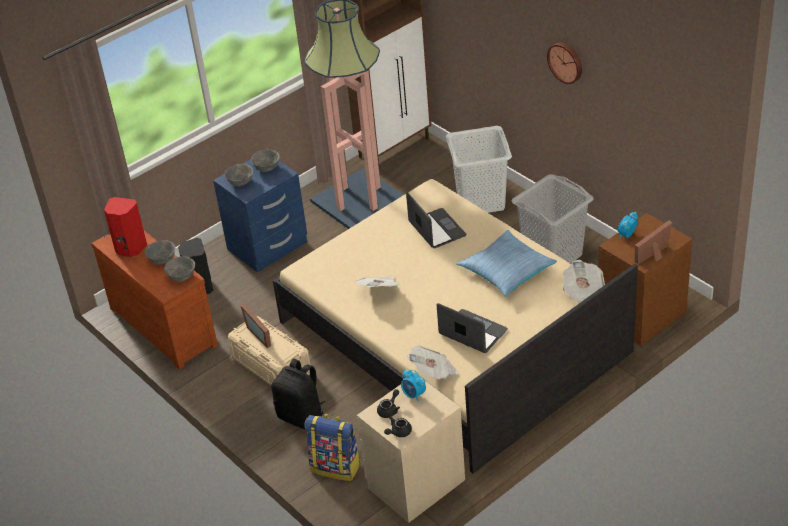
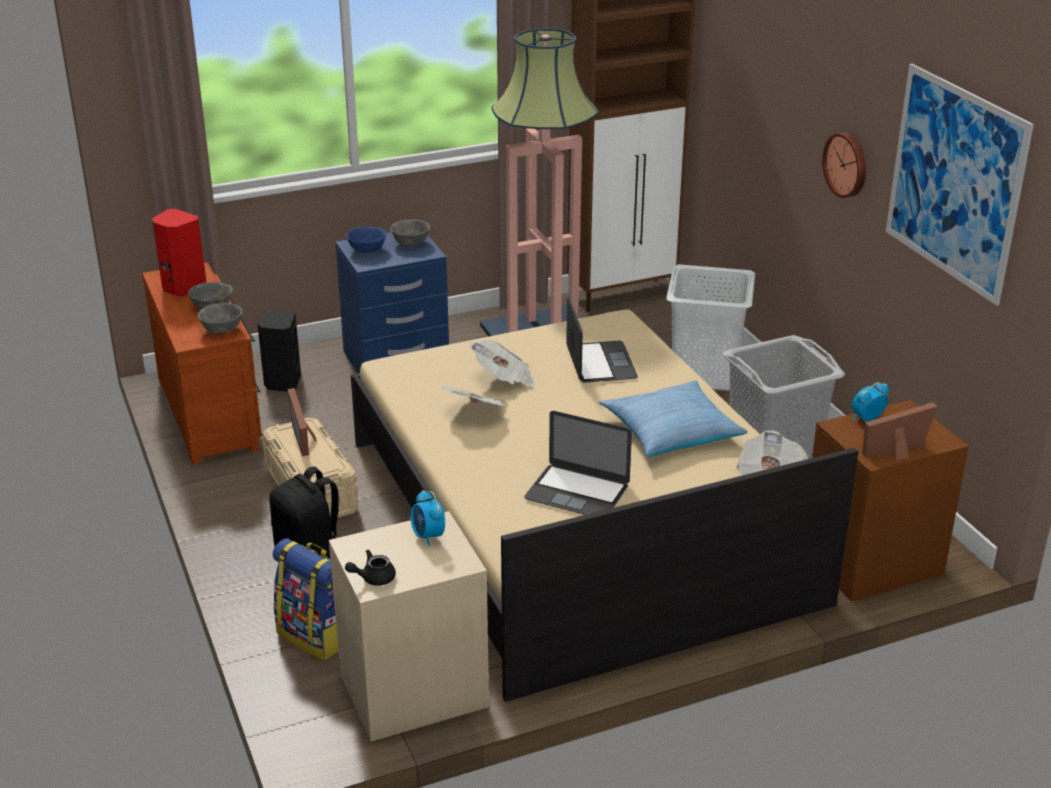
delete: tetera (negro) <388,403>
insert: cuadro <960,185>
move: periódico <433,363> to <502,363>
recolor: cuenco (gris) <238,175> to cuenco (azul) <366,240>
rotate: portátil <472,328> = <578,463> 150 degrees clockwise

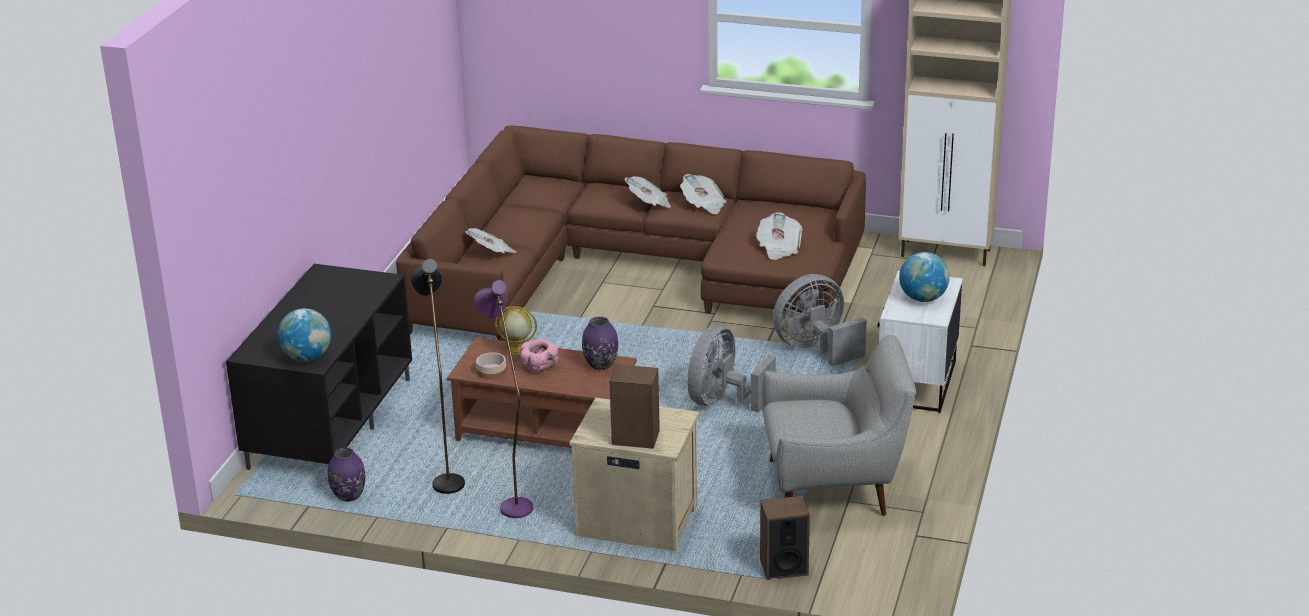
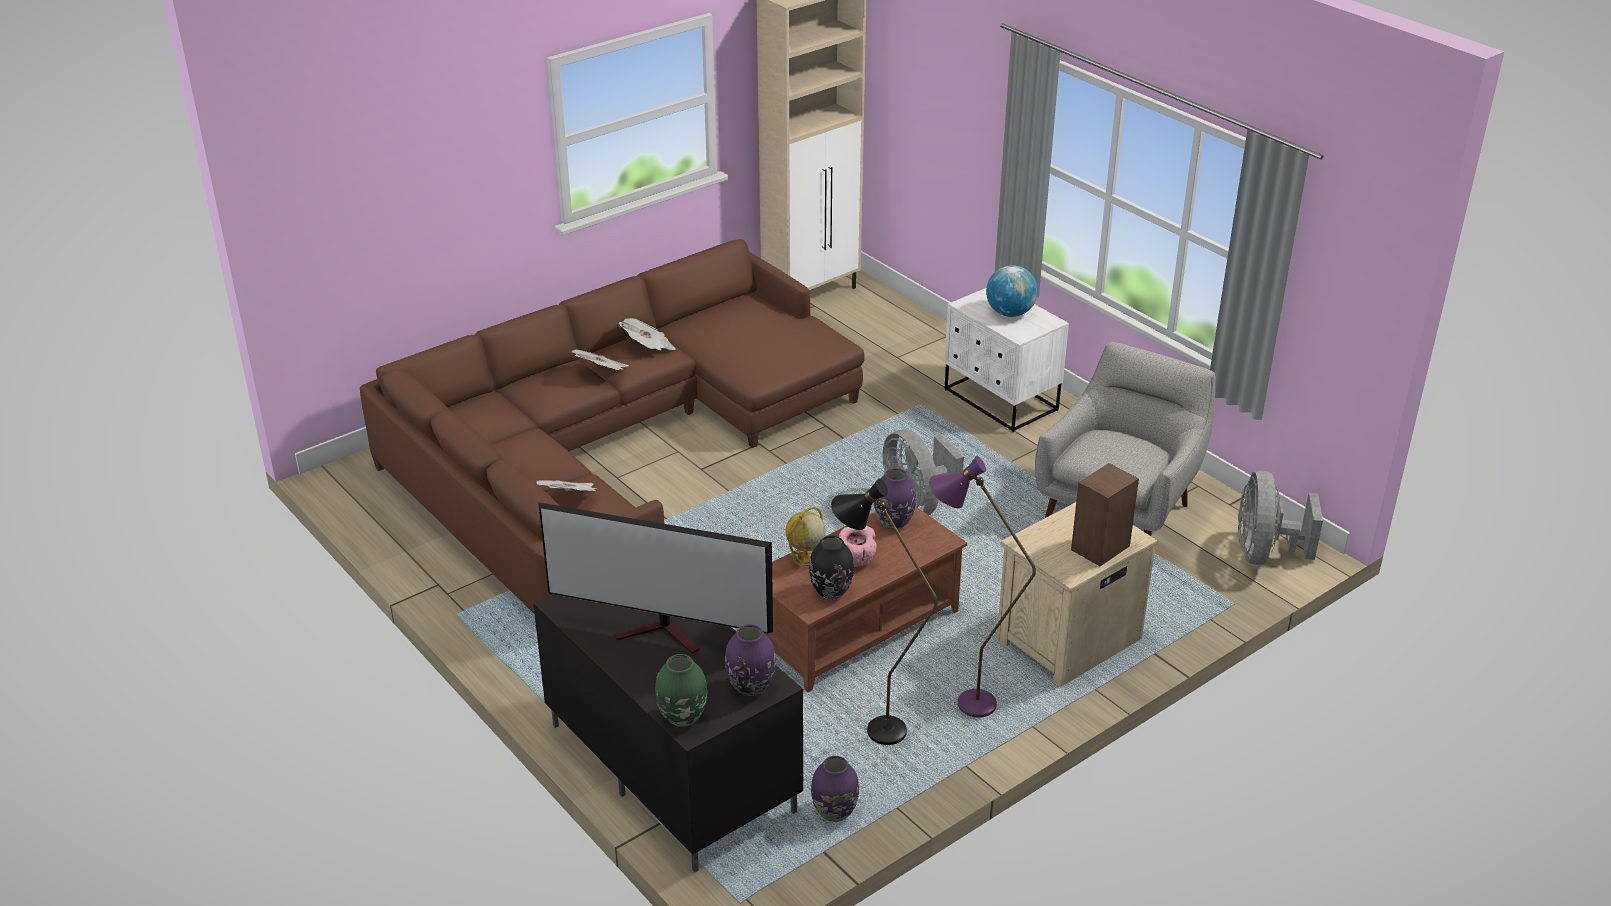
delete: periódico <779,236>; altavoz <785,538>
insert: televisor <655,578>; florero (verde) <681,690>
move: ventilador (gris) <820,320> to <1280,518>
replace: globo terráqueo <304,335> to florero (morado) <750,660>; cuenco <491,366> to florero (negro) <831,567>

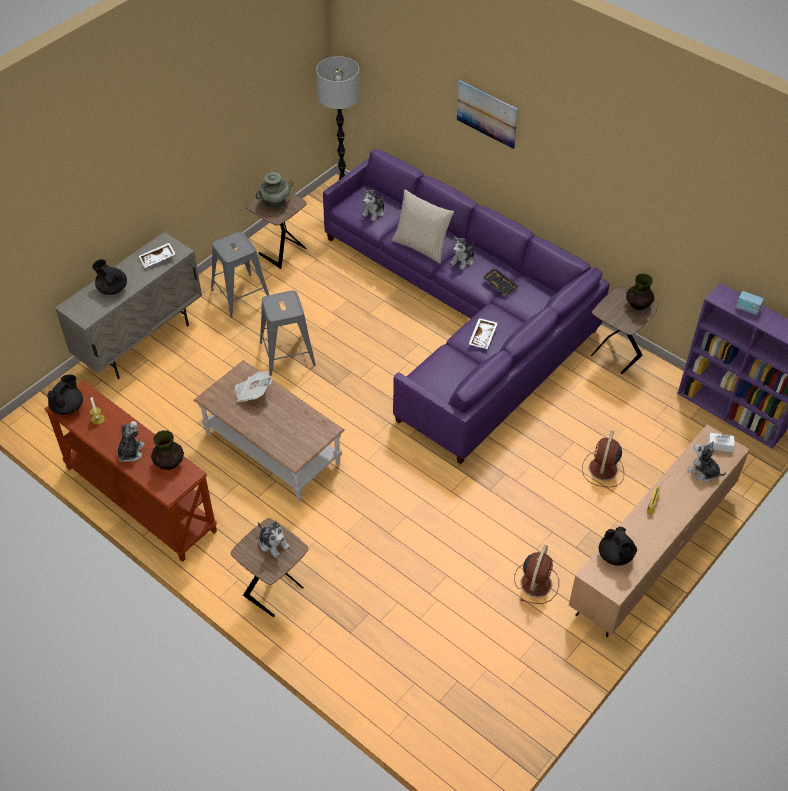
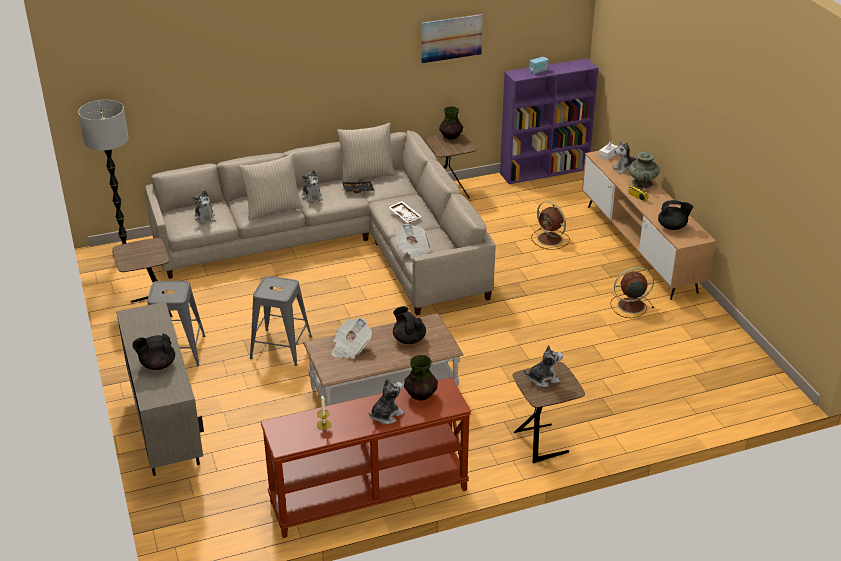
delete: bandeja (blanco) <157,255>
insert: cojín (beis) <366,152>; periódico <413,241>
move: tetera (negro) <65,394> to <409,325>; florero (turquesa) <274,190> to <644,170>; cuadro <487,114> to <452,38>
recolor: sofá (morado) <466,306> to sofá (beis) <320,223>
rotate: peluche <131,441> = <386,401> 90 degrees clockwise; ventilador (marrón) <536,574> = <632,292> 60 degrees counterclockwise

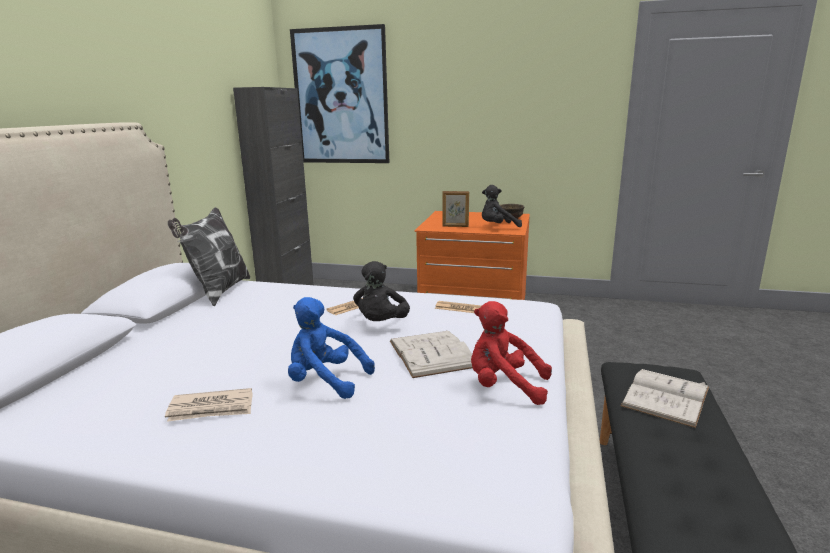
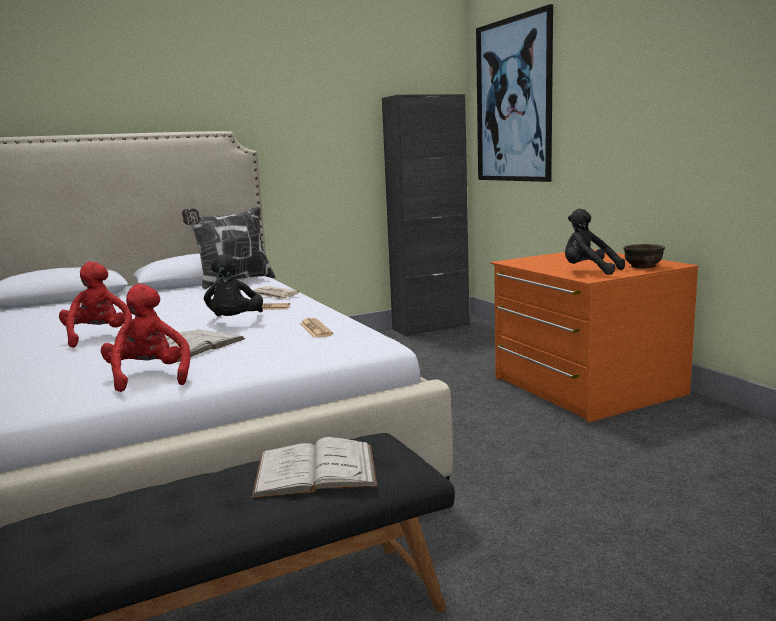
delete: portarretratos <455,209>
move: periódico <209,405> to <276,293>
recolor: peluche (azul) <331,348> to peluche (rojo) <95,304>
rotate: peluche (negro) <381,291> = <233,285> 60 degrees counterclockwise

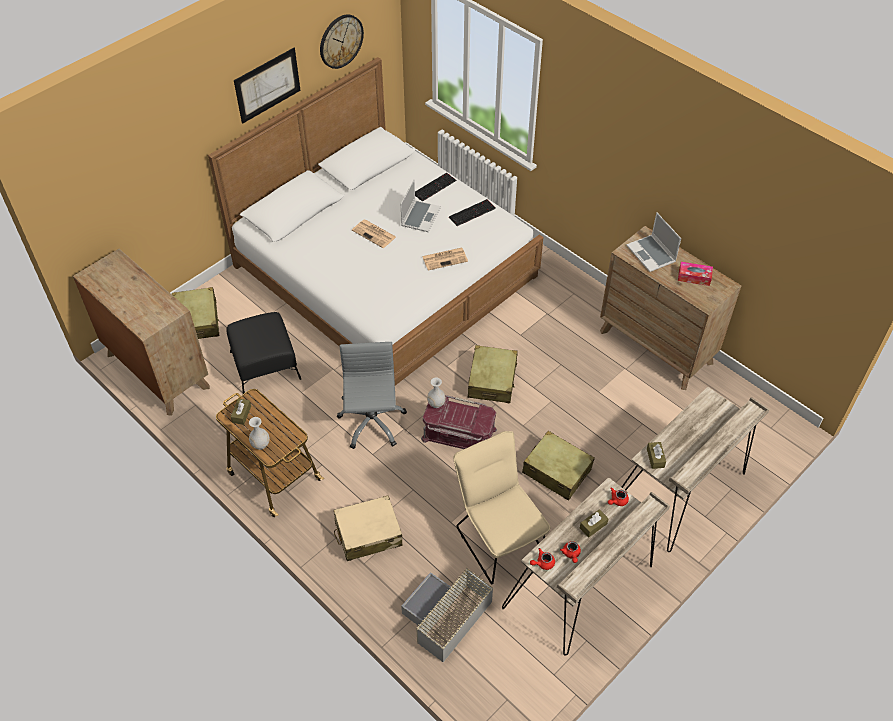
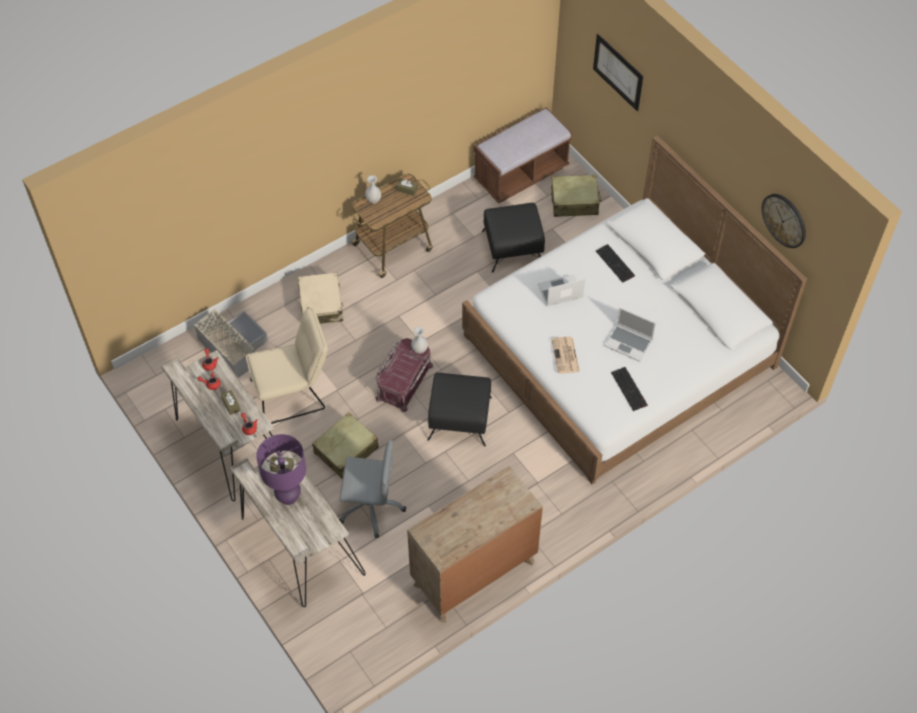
delete: periódico <374,233>; caja de pañuelos <695,274>
insert: lámpara de mesa (morado) <281,469>
move: cuadro <267,86> to <618,72>; silla de oficina (gris) <372,395> to <372,489>; teclado <435,187> to <615,263>; portátil <653,242> to <561,290>
replace: cómoda (marrón) <141,332> to banco (marrón) <522,155>; maleta (beis) <493,374> to puf (negro) <459,409>

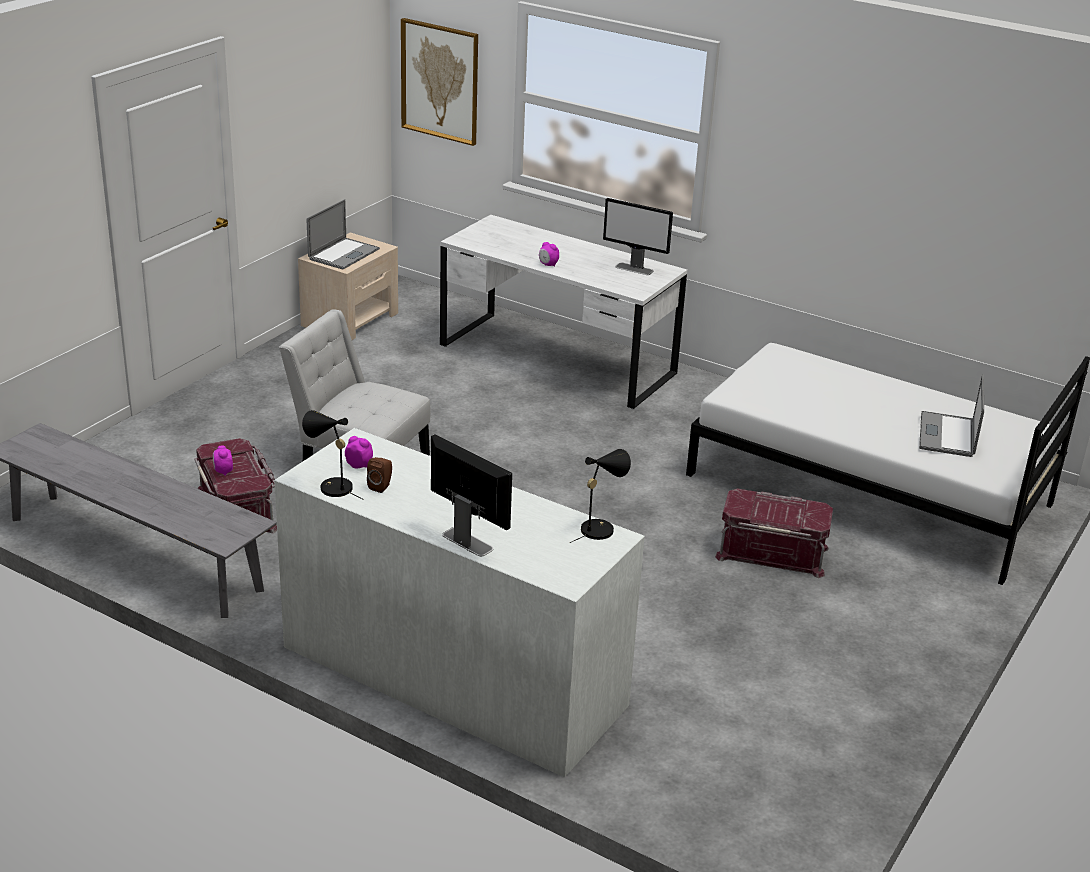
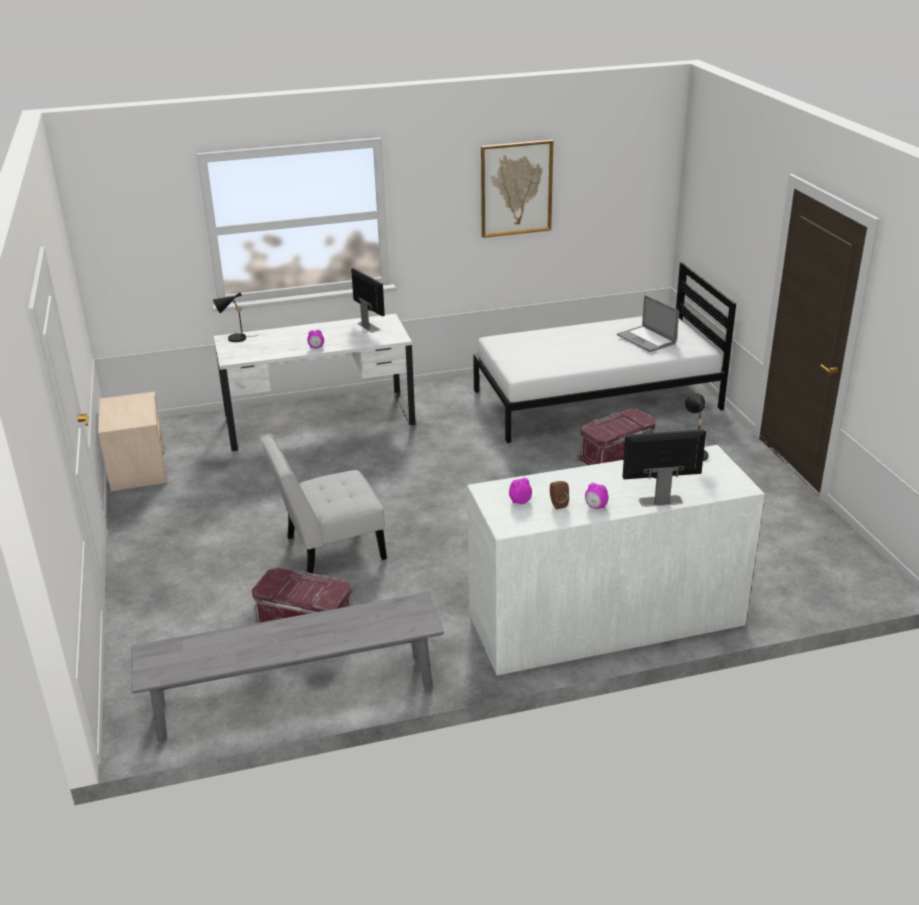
delete: portátil <343,234>
move: despertador <223,460> to <597,496>; lámpara de mesa (negro) <333,455> to <232,317>; cuadro <439,82> to <517,189>
rotate: monitor <638,236> = <368,300> 105 degrees counterclockwise

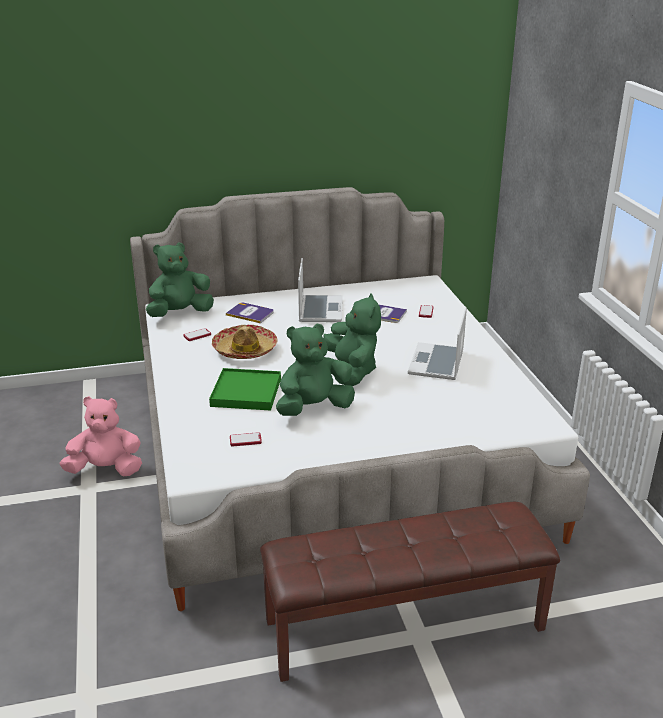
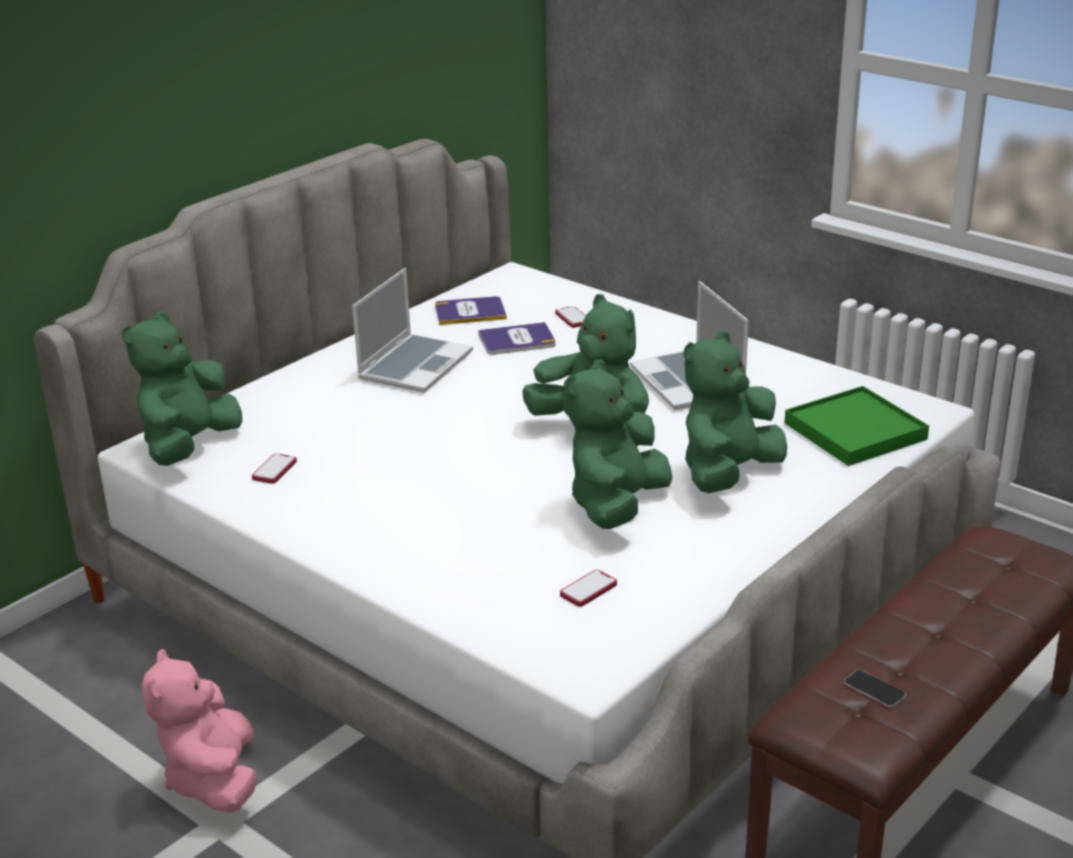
delete: sombrero <245,342>
insert: peluche (verde) <735,412>; móvil <875,688>
move: bandeja (verde) <245,389> to <856,426>; libro <250,313> to <471,310>
rotate: peluche (rosa) <101,436> = <199,731> 60 degrees counterclockwise; portátil <320,290> = <412,330> 60 degrees clockwise

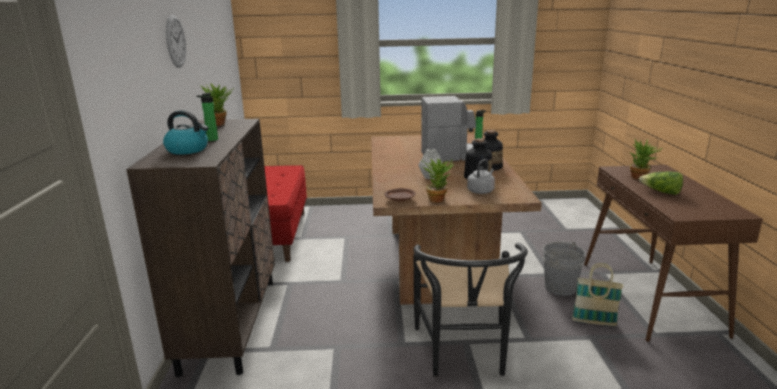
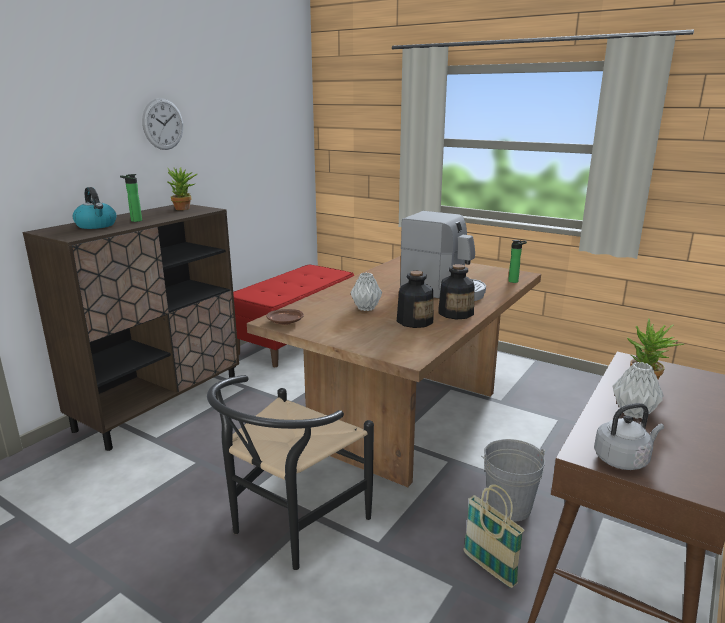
delete: planta en maceta <437,180>
move: hervidor (gris) <481,176> to <629,436>
replace: lechuga <661,183> to florero (gris) <638,390>

